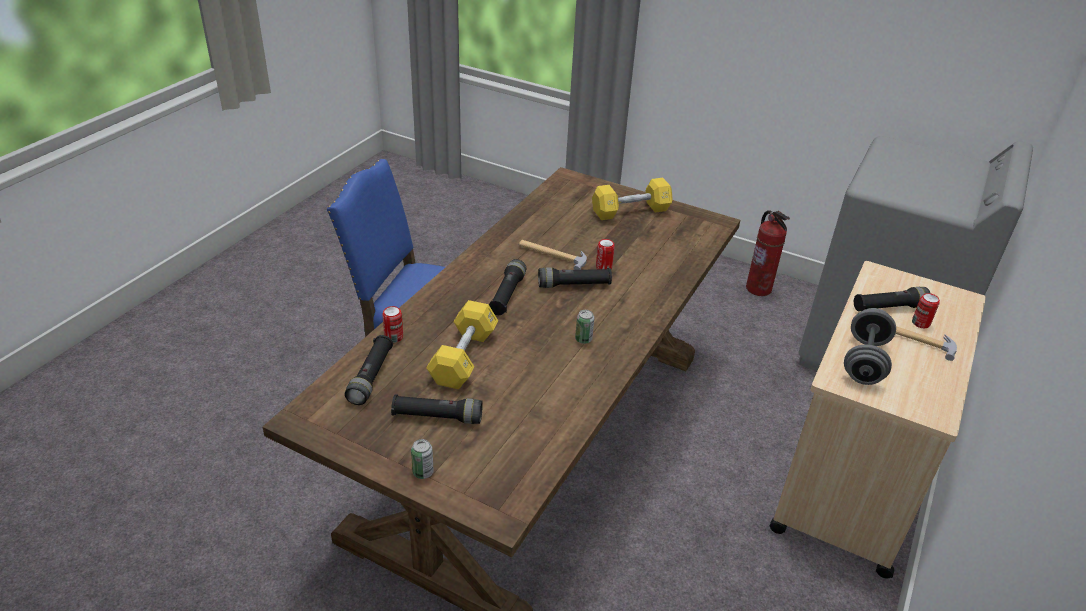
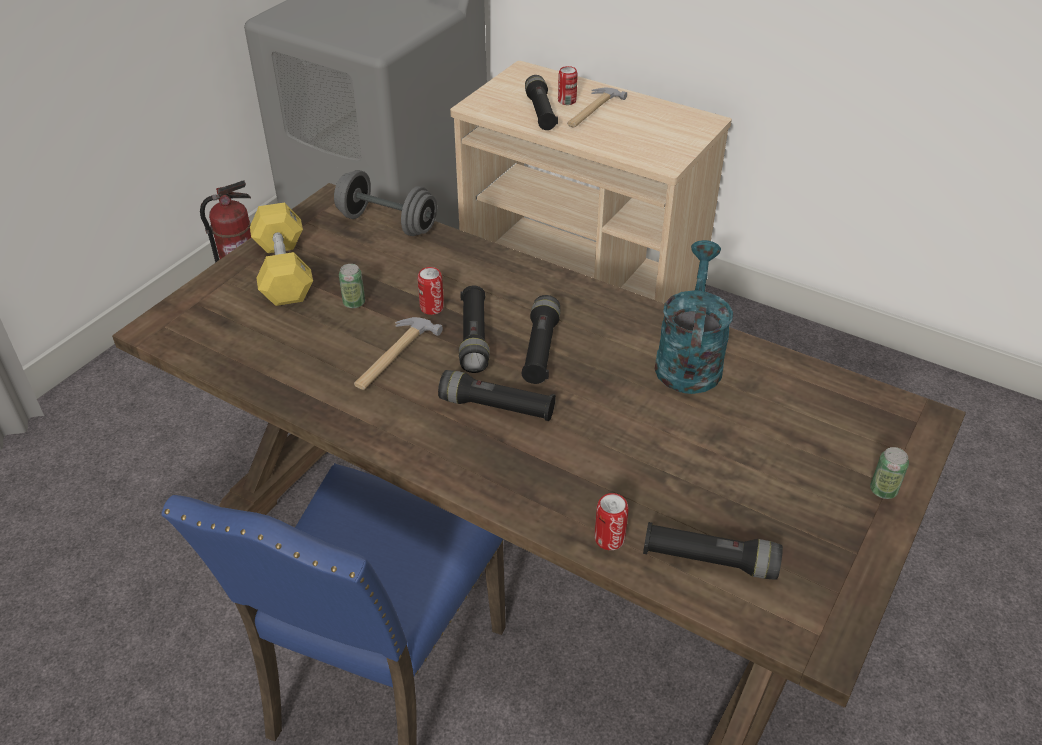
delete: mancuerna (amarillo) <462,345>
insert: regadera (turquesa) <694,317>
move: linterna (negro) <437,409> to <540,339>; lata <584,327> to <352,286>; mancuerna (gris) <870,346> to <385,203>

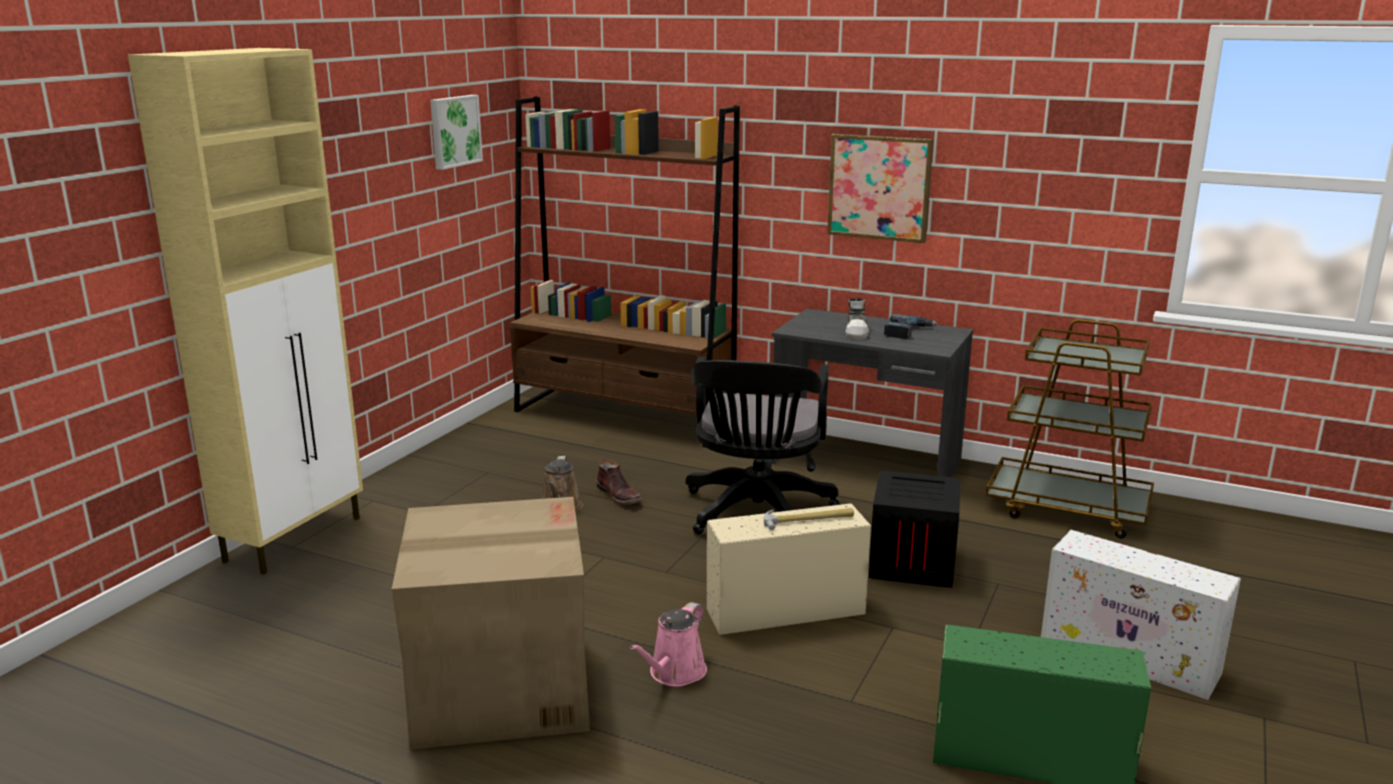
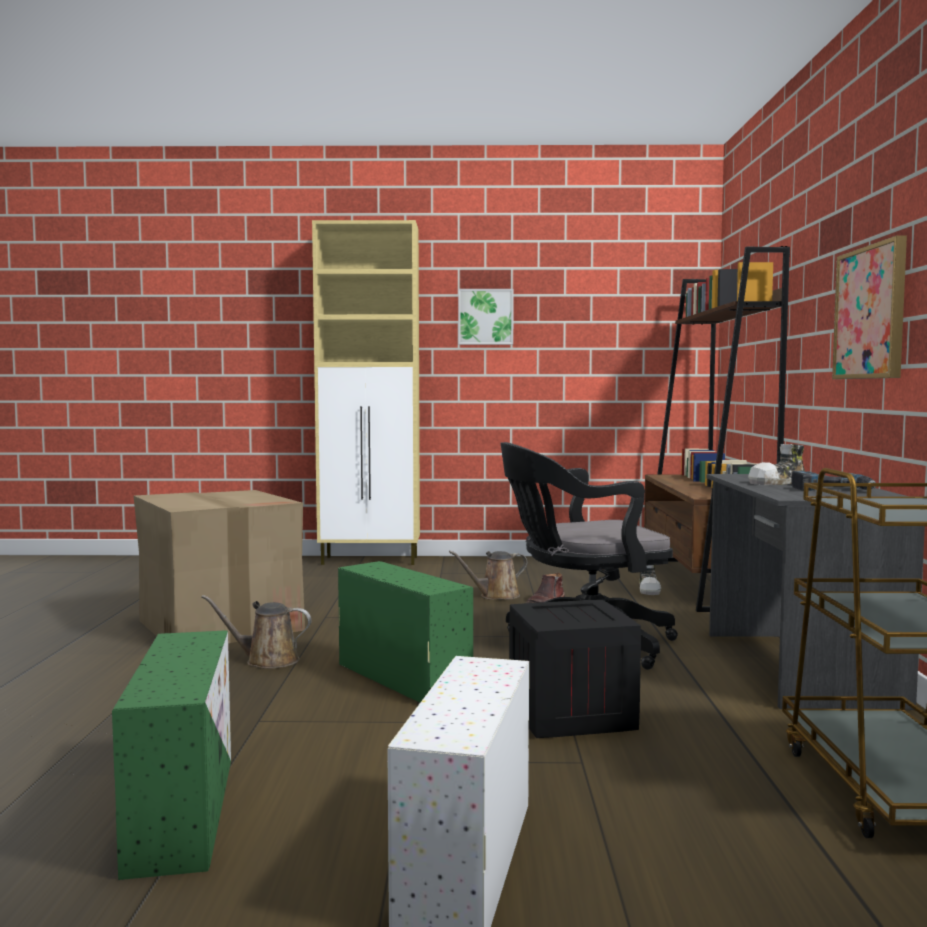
delete: martillo <809,519>
insert: zapato <650,580>
move: cuadro <456,132> to <486,317>
recolor: regadera (rosa) <668,644> to regadera (marrón) <256,632>; caja de almacenaje (beis) <789,569> to caja de almacenaje (verde) <405,632>

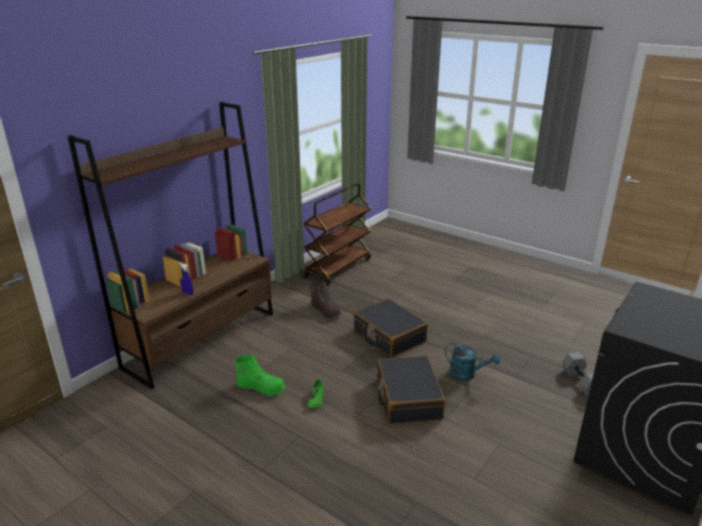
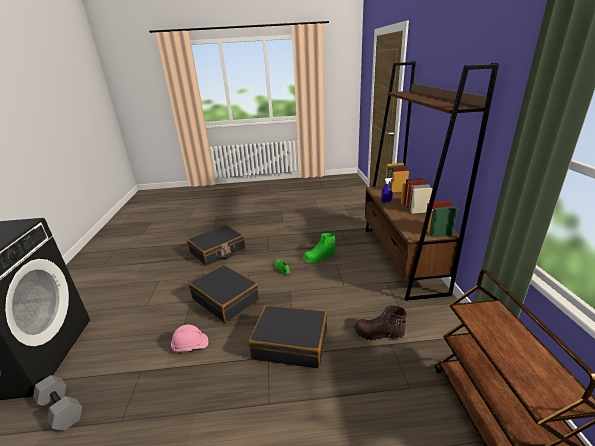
insert: maleta (negro) <216,245>
replace: regadera (turquesa) <472,362> to casco (rosa) <189,338>

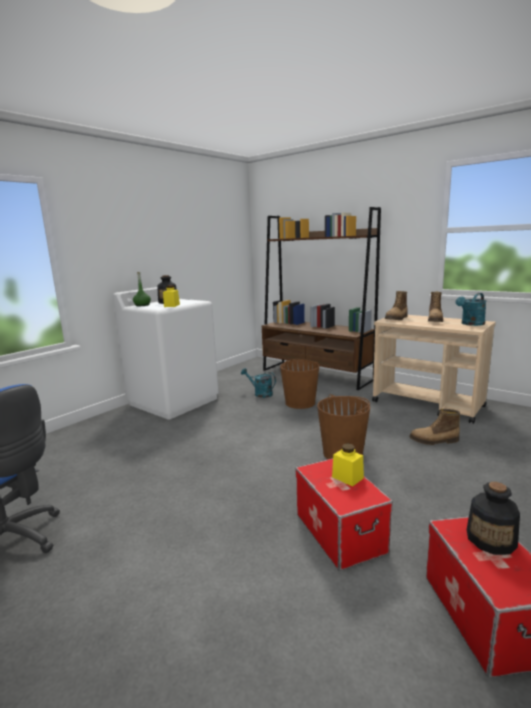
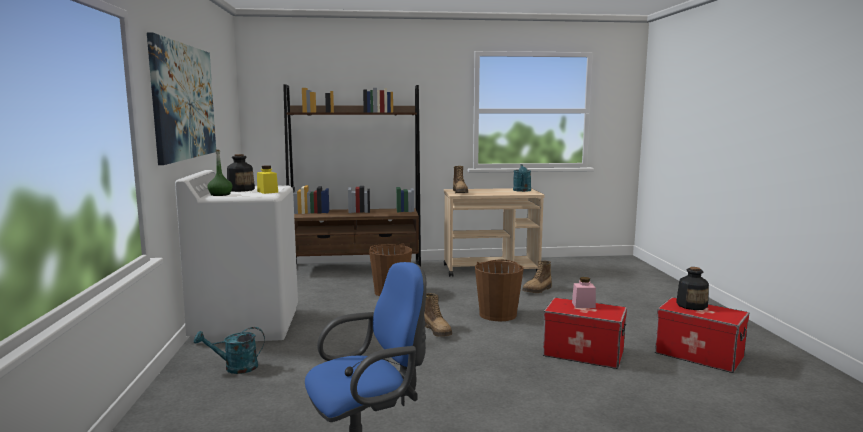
insert: cuadro <181,98>
move: regadera (turquesa) <258,383> to <229,350>; bota <435,307> to <438,315>
recolor: tarro (amarillo) <348,465> to tarro (rosa) <584,292>

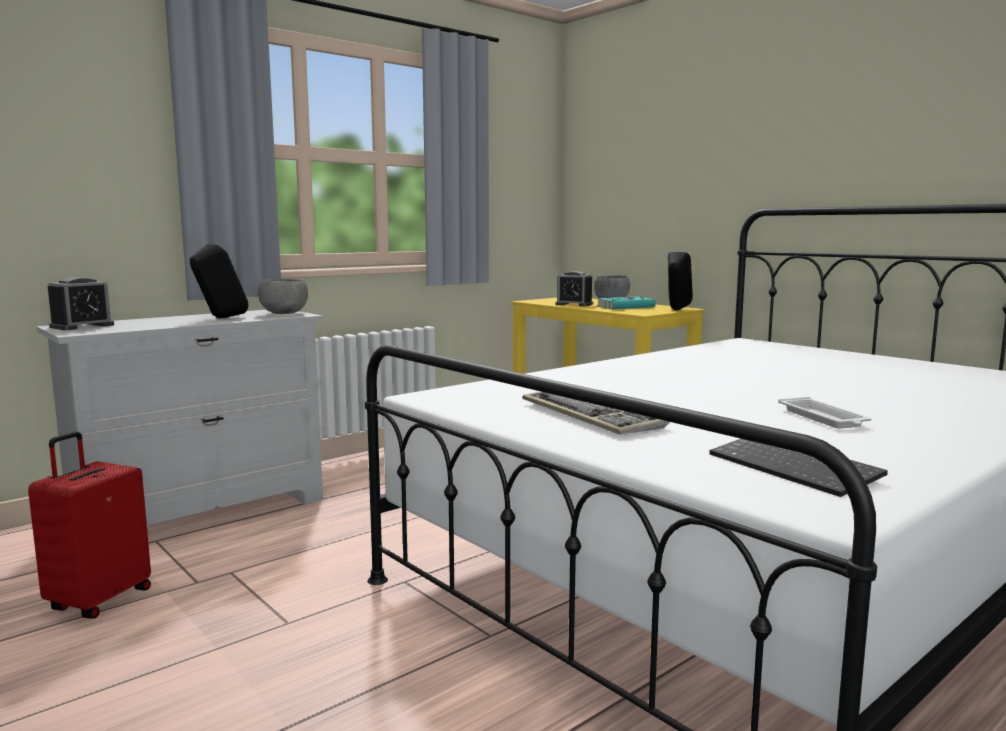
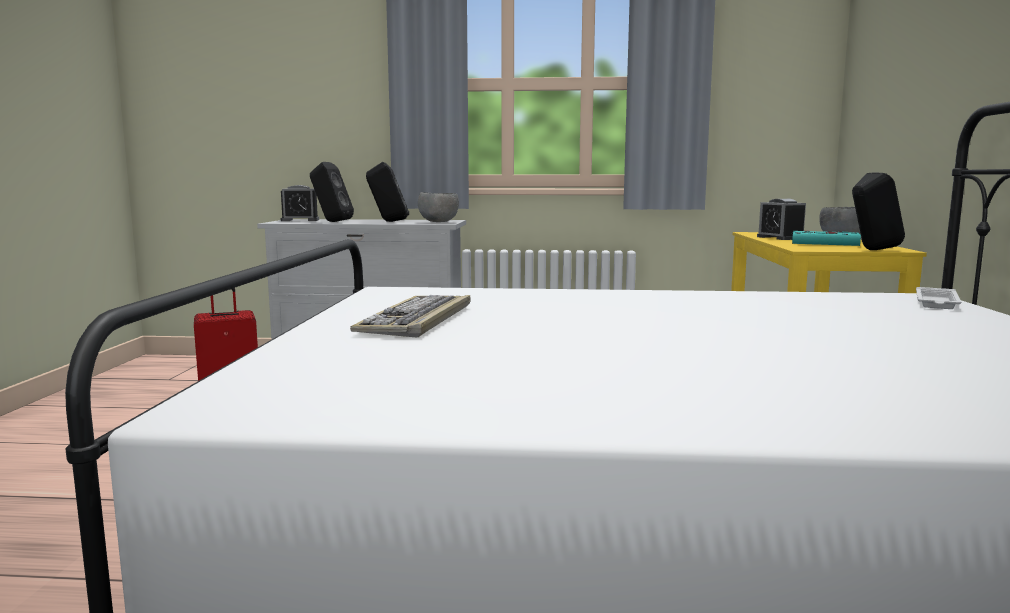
delete: teclado <799,468>
insert: altavoz (negro) <332,192>
move: bandeja (blanco) <824,413> to <938,298>

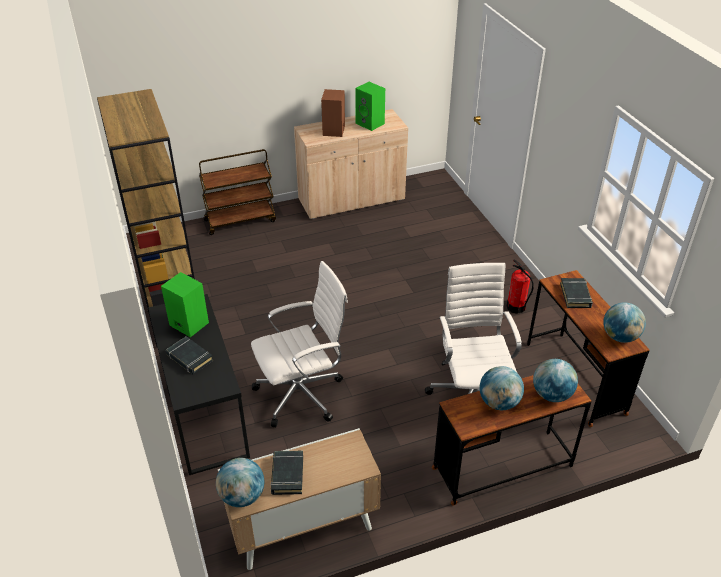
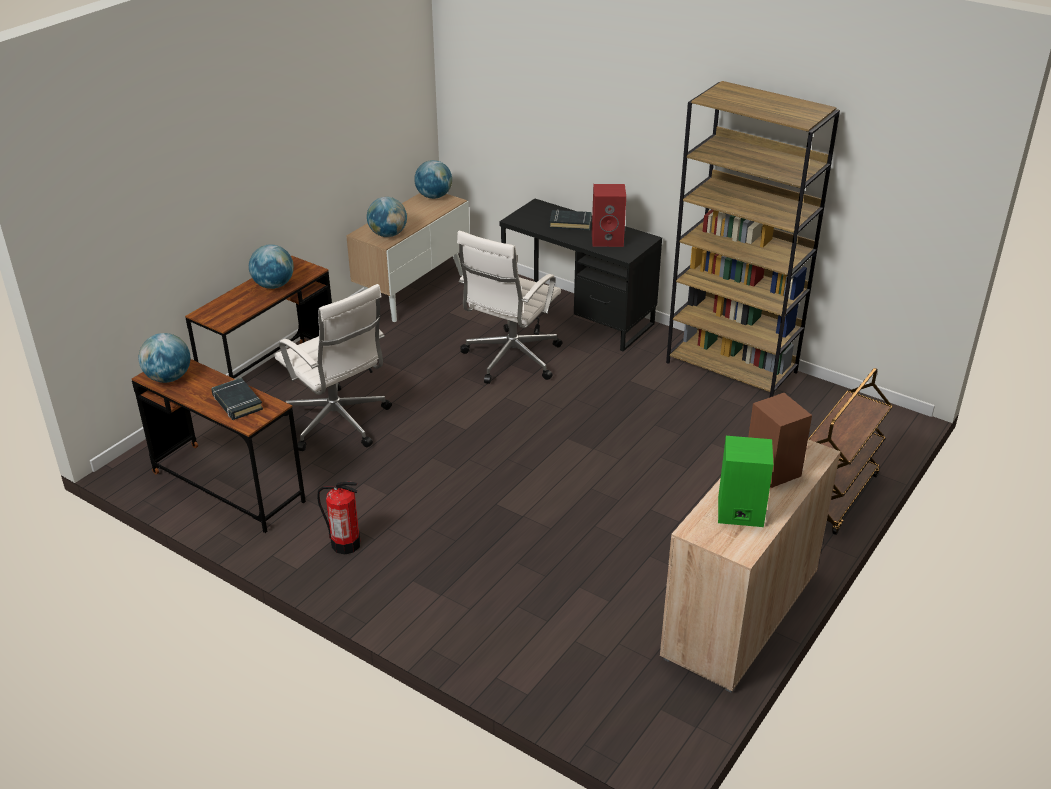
delete: libro (negro) <287,473>
move: globo terráqueo <555,380> to <387,217>
recolor: altavoz (verde) <185,304> to altavoz (rojo) <609,215>

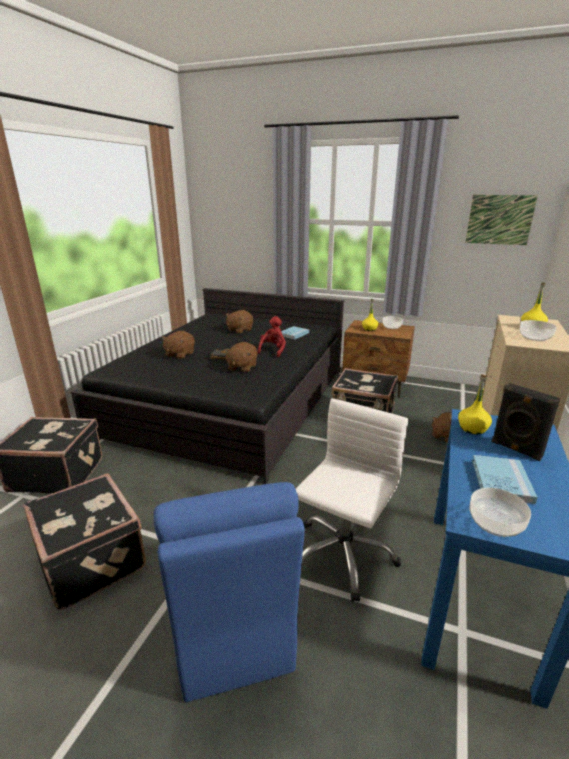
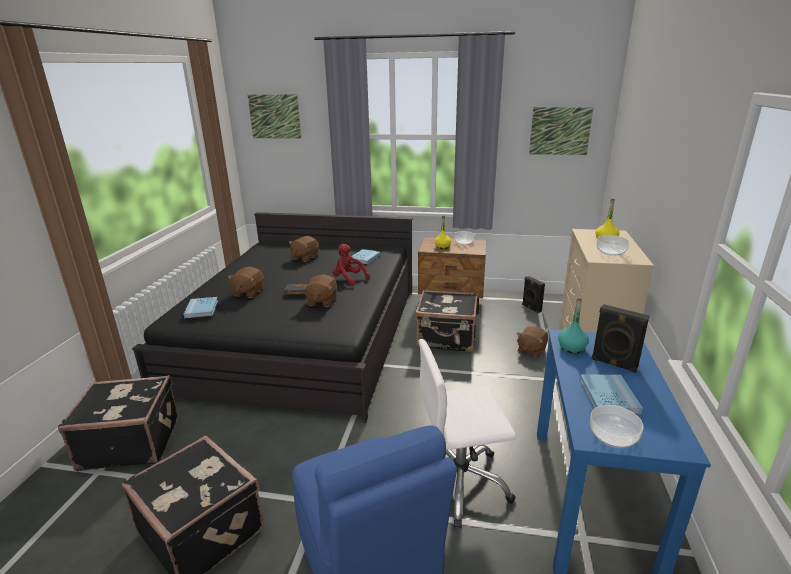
insert: libro (azul) <201,307>; cuadro <275,116>; altavoz (negro) <533,294>
recolor: botella (amarillo) <475,404> to botella (turquesa) <573,325>
rotate: peluche (rojo) <271,336> = <351,265> 60 degrees counterclockwise; silla de oficina (blanco) <352,500> = <467,433> 120 degrees counterclockwise

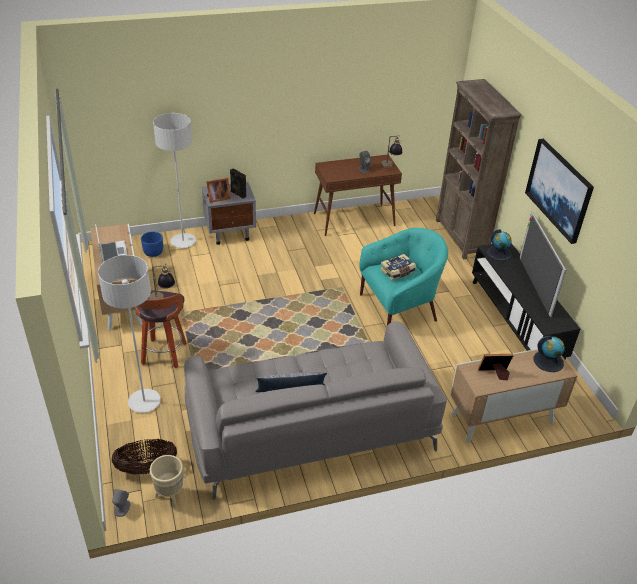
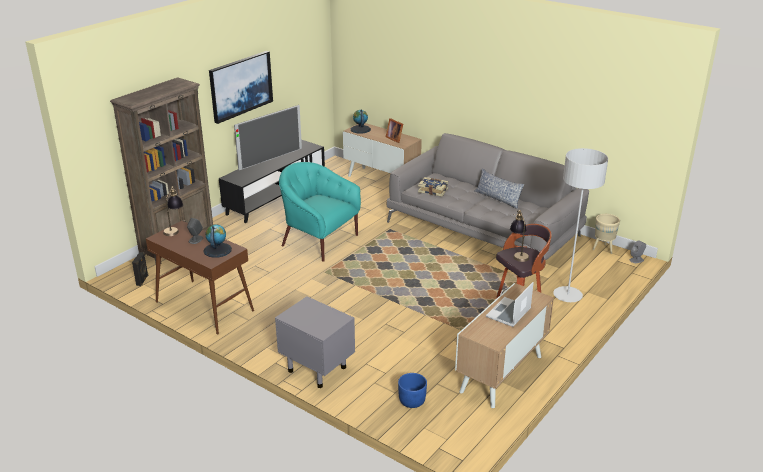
delete: cesta <144,457>; lámpara de pie (gris) <174,180>; portarretratos <219,190>
move: altavoz (negro) <238,183> to <140,269>; libro <398,267> to <433,187>; globo terráqueo <499,245> to <217,241>

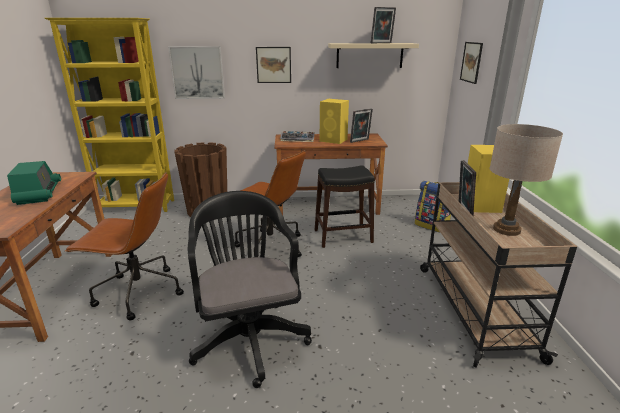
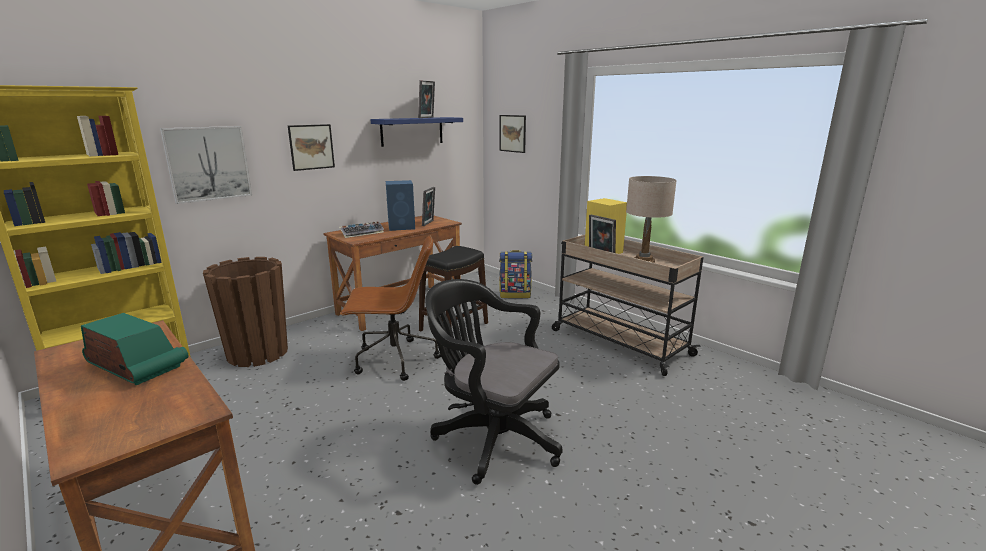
delete: silla de oficina (marrón) <124,246>
recolor: altavoz (amarillo) <334,121> to altavoz (azul) <400,205>; estante (beis) <373,55> to estante (azul) <416,132>

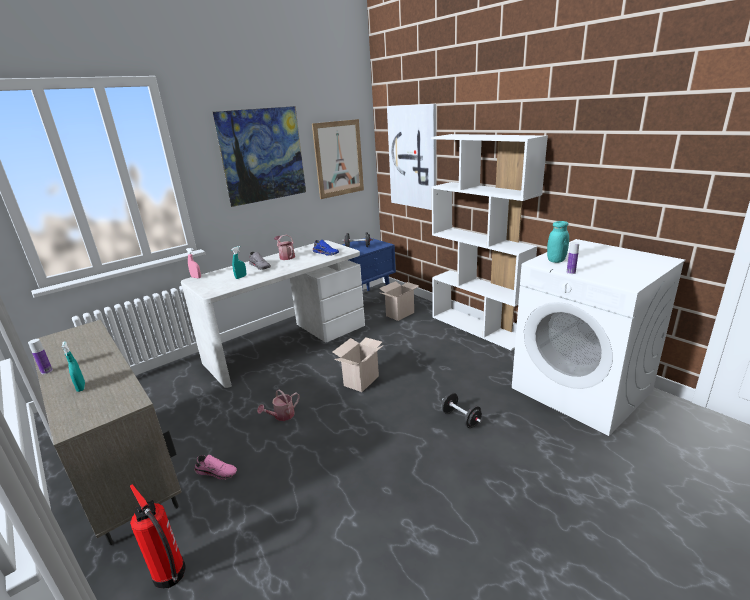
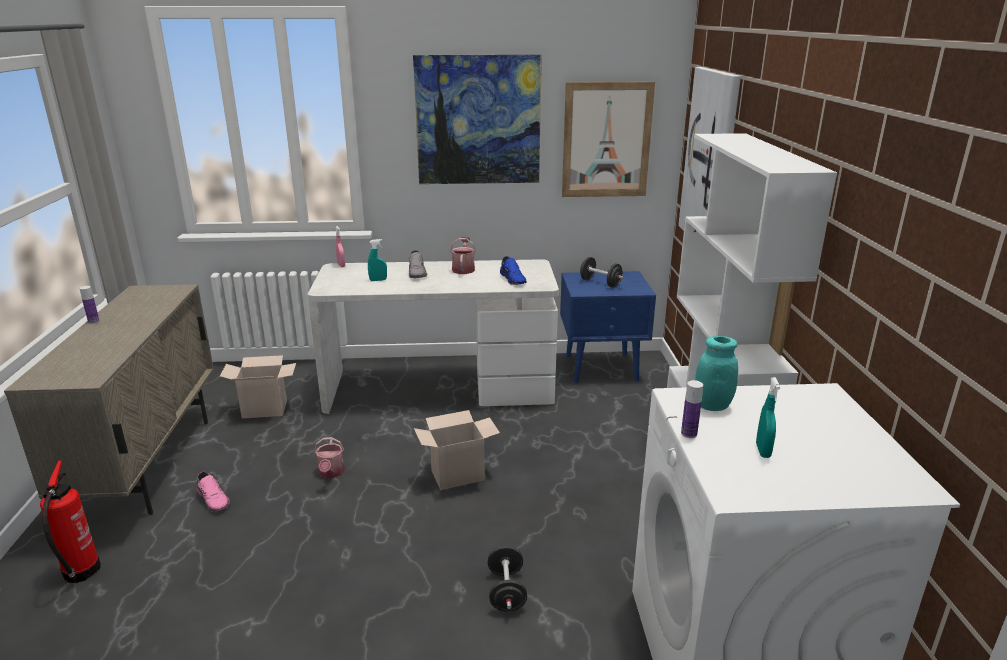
move: pulverizador (turquesa) <73,366> to <768,417>; caja de cartón <399,301> to <258,387>
rotate: regadera <278,405> = <329,457> 90 degrees counterclockwise

